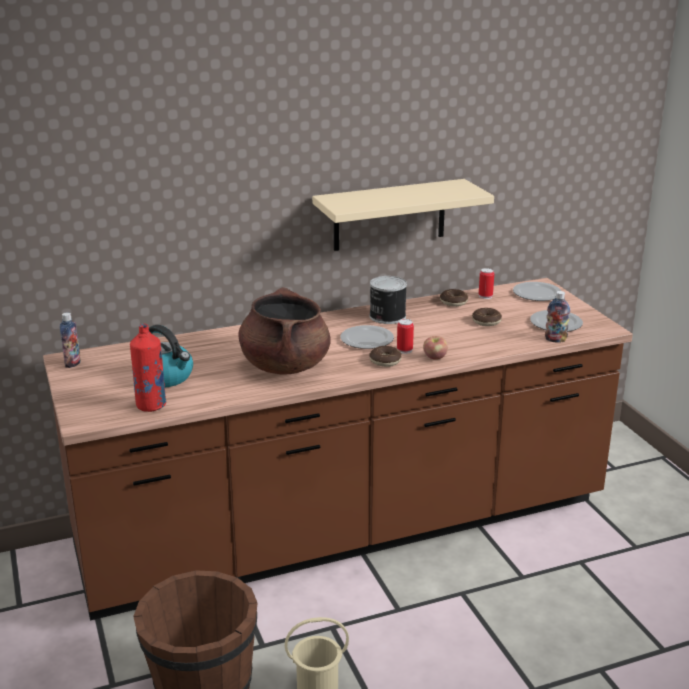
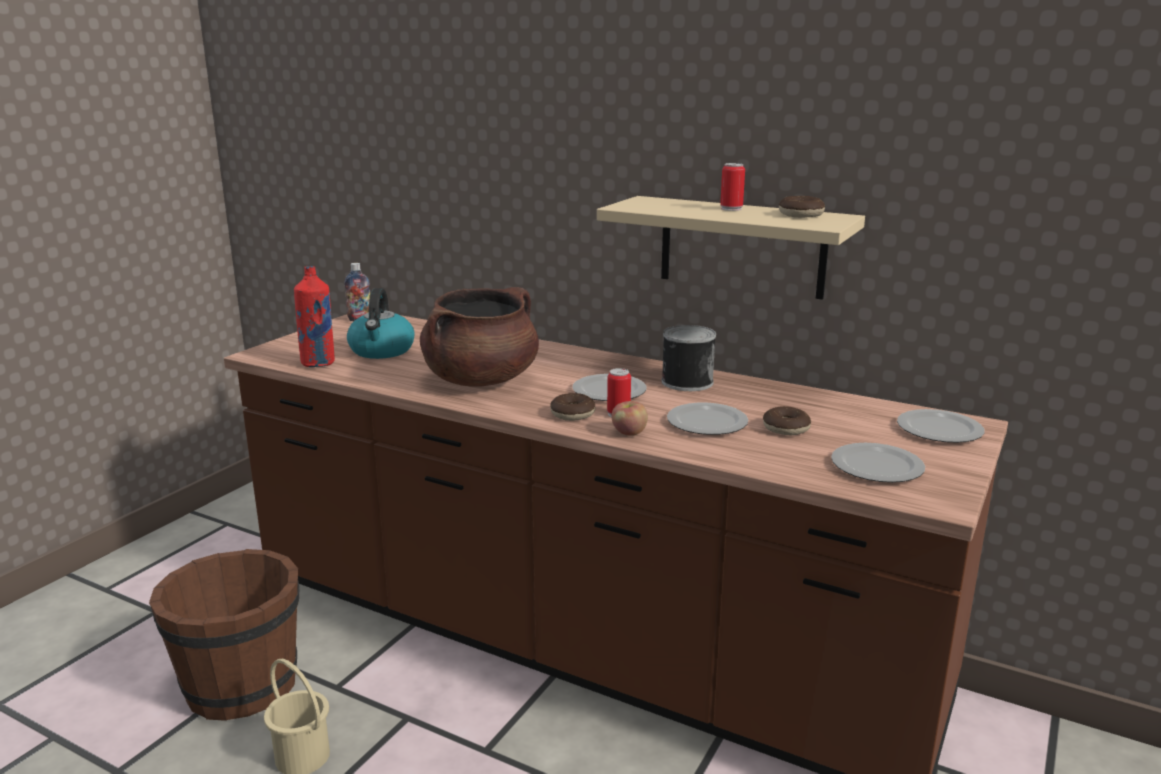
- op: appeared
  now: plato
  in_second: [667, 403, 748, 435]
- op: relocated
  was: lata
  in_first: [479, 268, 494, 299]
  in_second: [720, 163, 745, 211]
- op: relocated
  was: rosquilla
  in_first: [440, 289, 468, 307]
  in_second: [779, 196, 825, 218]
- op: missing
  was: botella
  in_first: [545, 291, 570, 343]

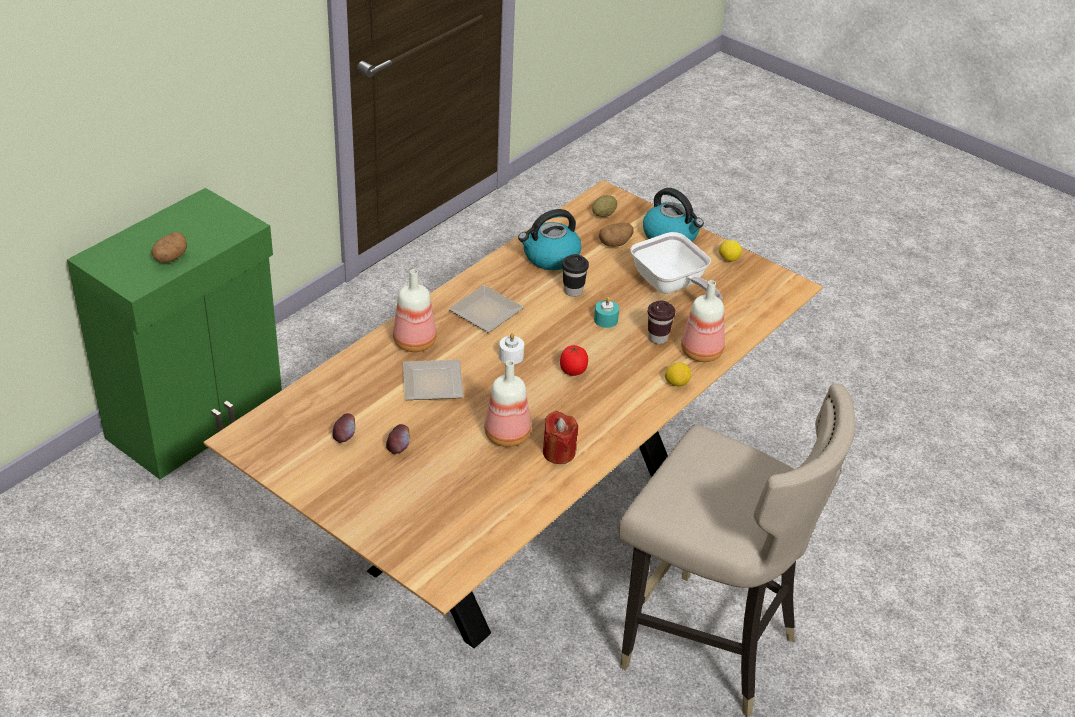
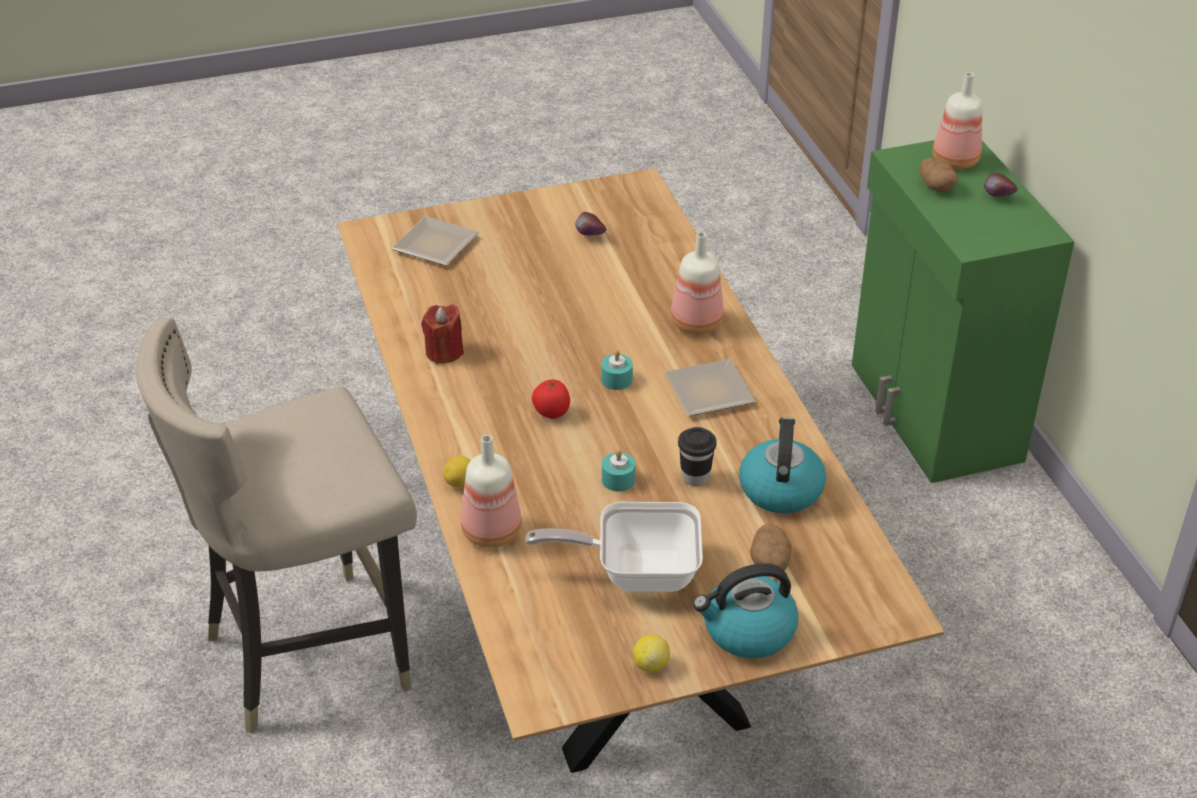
- op: relocated
  was: plato
  in_first: [403, 360, 464, 400]
  in_second: [392, 216, 479, 266]
- op: colour
  was: vela [blanco]
  now: vela [turquesa]
  in_first: [499, 333, 524, 364]
  in_second: [601, 350, 633, 390]
- op: relocated
  was: botella
  in_first: [484, 360, 531, 447]
  in_second: [932, 72, 982, 170]
- op: relocated
  was: manzana
  in_first: [386, 424, 410, 454]
  in_second: [984, 173, 1018, 197]
- op: missing
  was: patata
  in_first: [592, 195, 617, 217]
- op: missing
  was: taza [marrón]
  in_first: [648, 301, 675, 344]

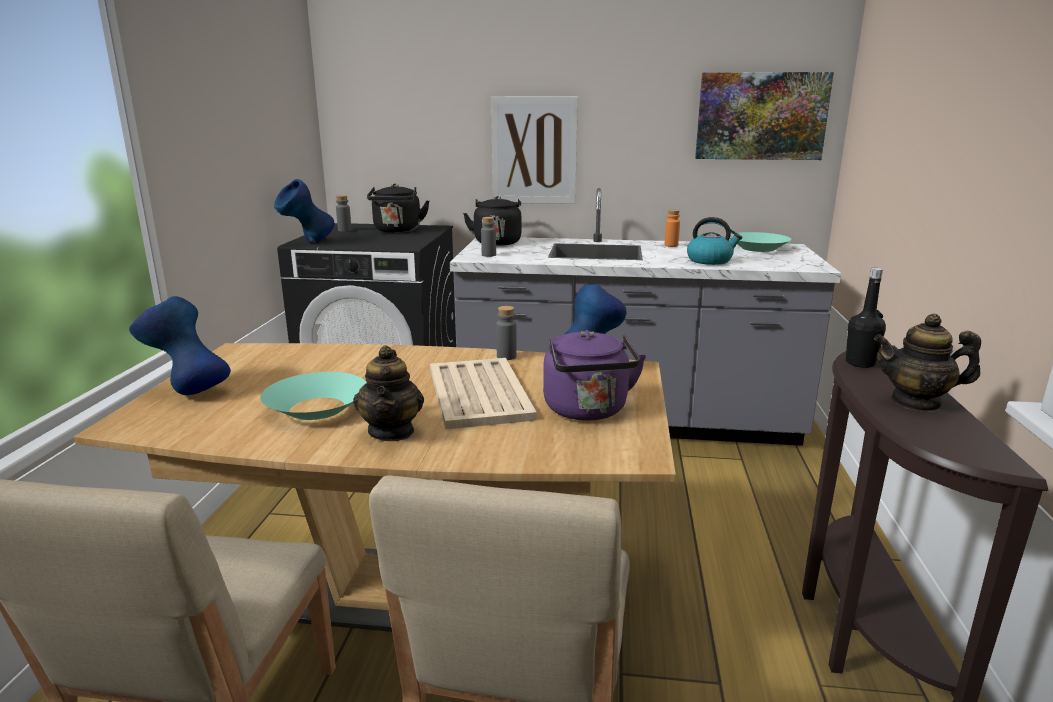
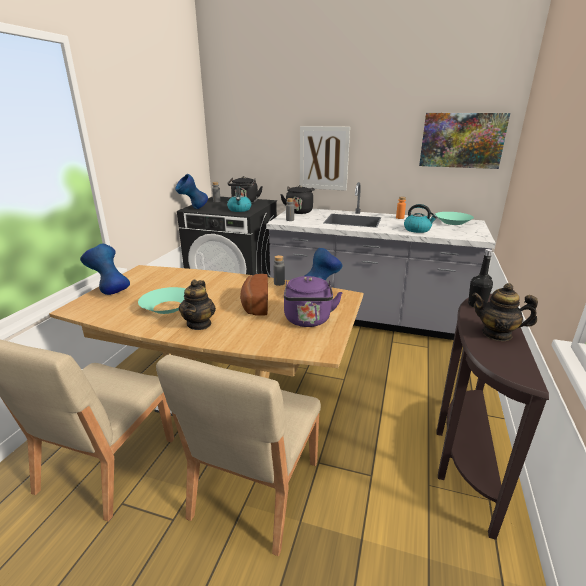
- op: appeared
  now: hervidor
  in_second: [227, 186, 251, 212]
- op: exchanged
  was: bandeja [beis]
  now: pan
  in_first: [430, 358, 537, 429]
  in_second: [240, 274, 268, 316]

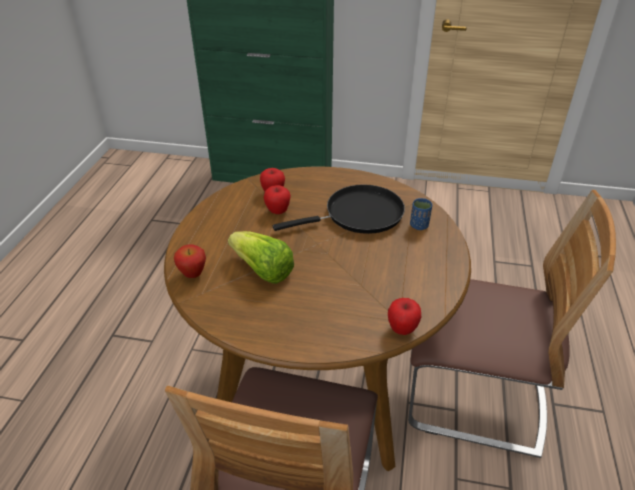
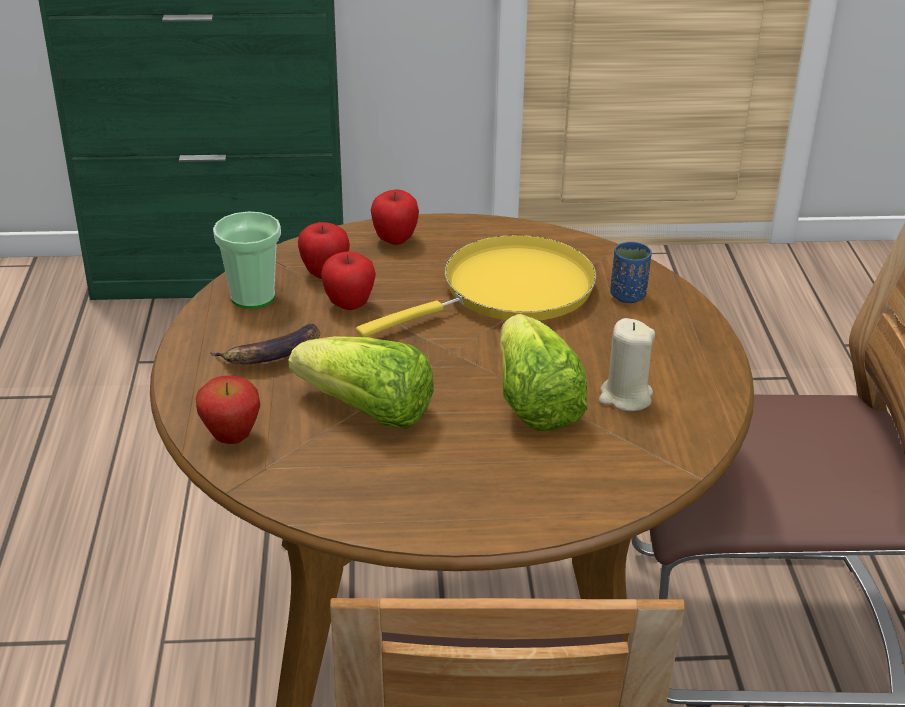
- op: appeared
  now: plátano
  in_second: [210, 324, 320, 364]
- op: appeared
  now: taza
  in_second: [213, 212, 281, 309]
- op: colour
  was: sartén [negro]
  now: sartén [amarillo]
  in_first: [273, 184, 405, 234]
  in_second: [356, 235, 597, 337]
- op: relocated
  was: manzana
  in_first: [388, 298, 421, 335]
  in_second: [371, 189, 419, 245]
- op: appeared
  now: lechuga
  in_second: [500, 314, 587, 431]
- op: appeared
  now: vela [beis]
  in_second: [599, 318, 655, 411]

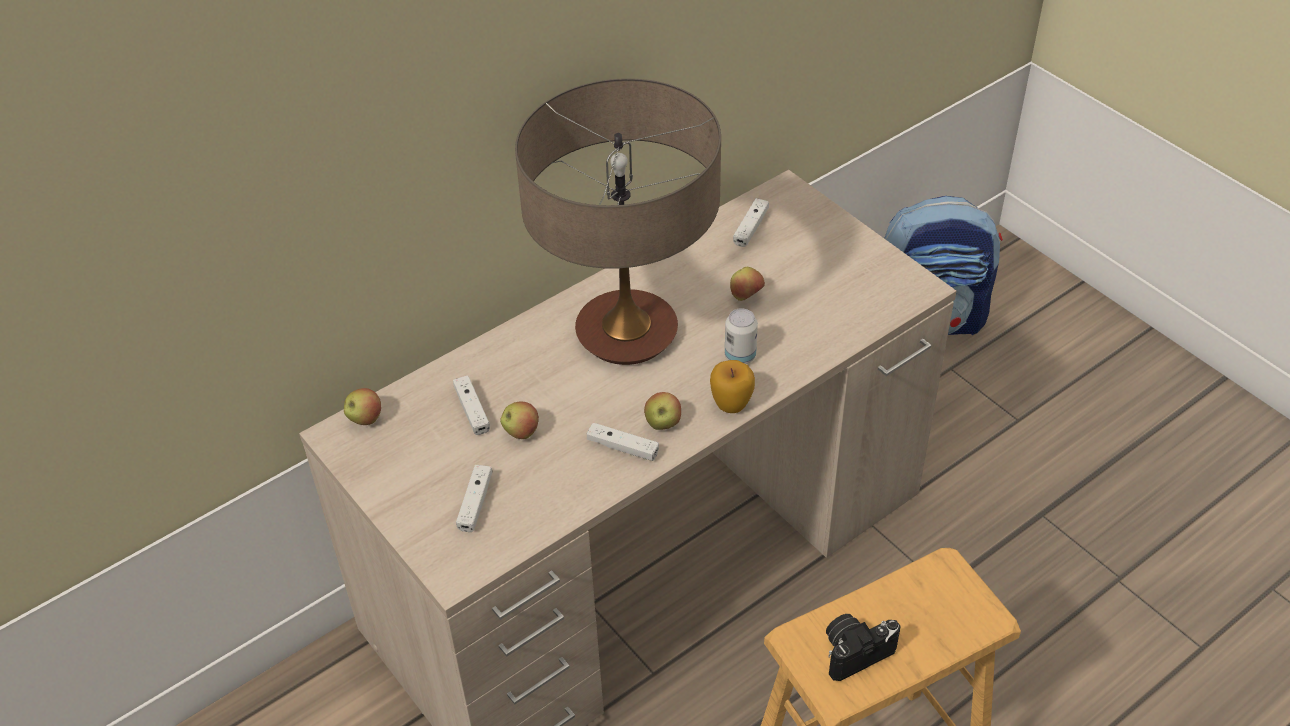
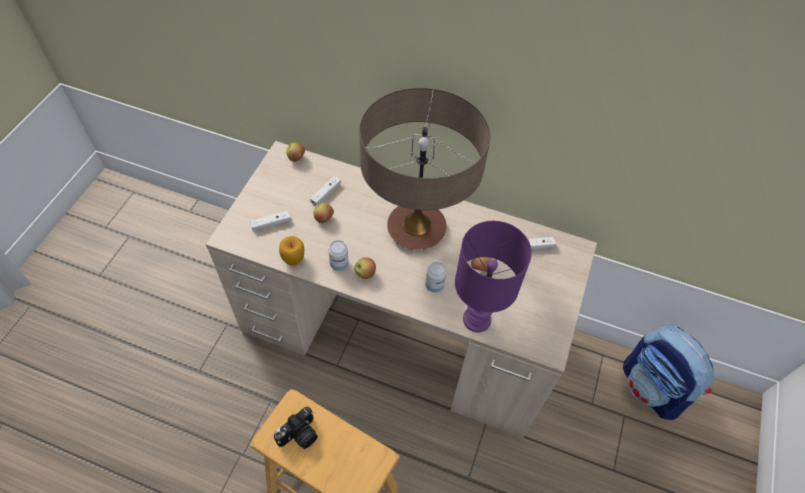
- op: spun
  was: cámara
  in_first: [826, 614, 901, 681]
  in_second: [274, 407, 318, 449]
  clockwise: 105
- op: relocated
  was: manzana
  in_first: [710, 360, 755, 413]
  in_second: [279, 236, 304, 266]
- op: exchanged
  was: mando de consola [blanco]
  now: lata
  in_first: [587, 423, 659, 461]
  in_second: [328, 240, 349, 271]
- op: appeared
  now: lámpara de mesa [morado]
  in_second: [455, 221, 532, 332]

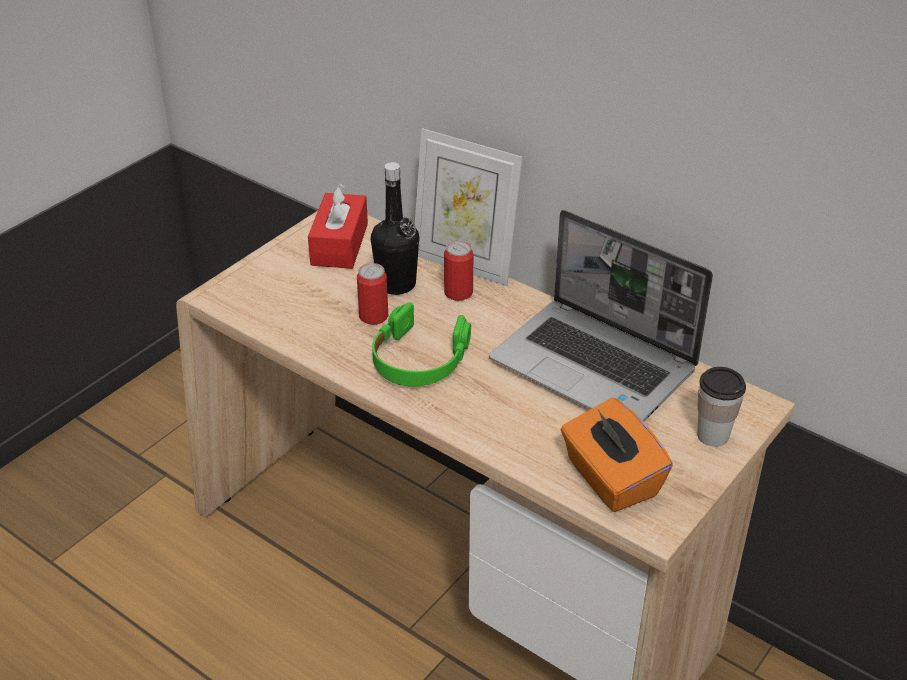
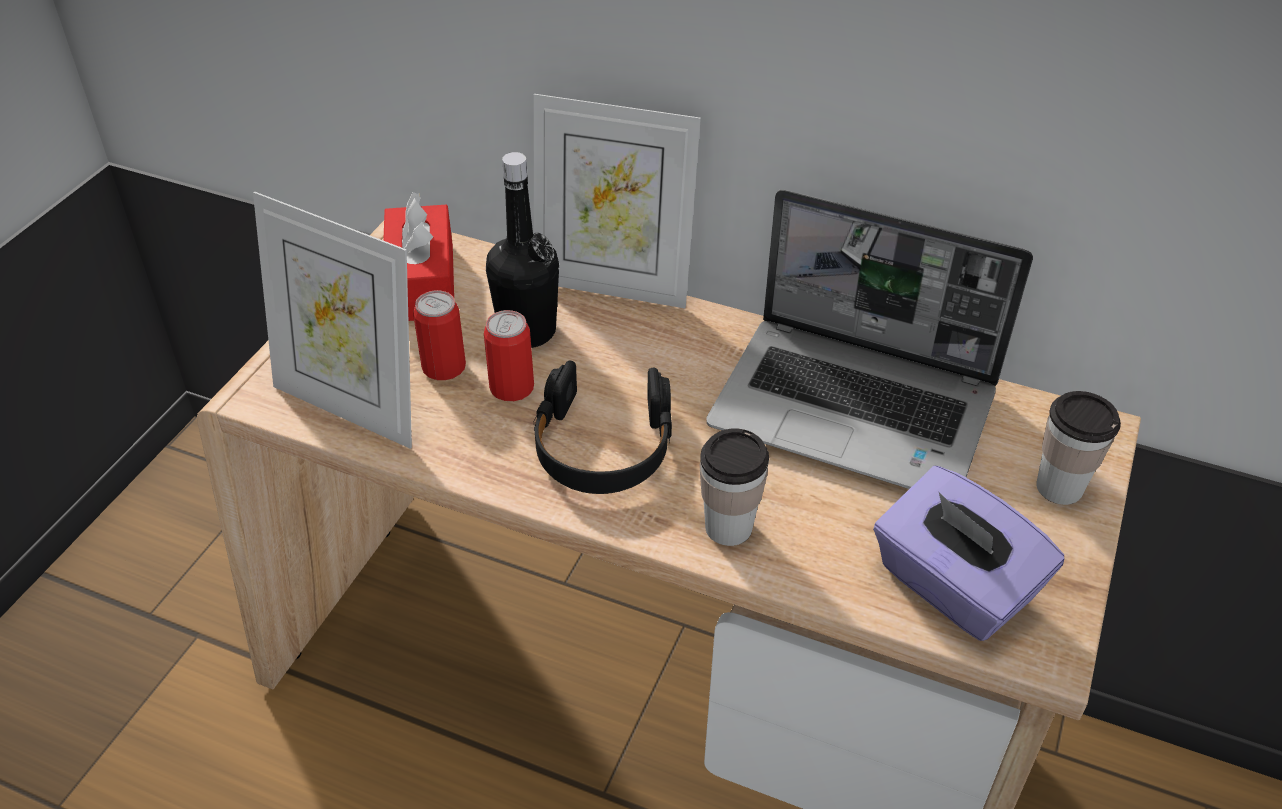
- op: appeared
  now: portarretratos
  in_second: [253, 192, 412, 449]
- op: relocated
  was: lata
  in_first: [444, 240, 473, 301]
  in_second: [413, 290, 466, 380]
- op: colour
  was: auriculares [verde]
  now: auriculares [negro]
  in_first: [372, 302, 471, 387]
  in_second: [534, 361, 672, 494]
- op: appeared
  now: taza
  in_second: [700, 429, 769, 546]
- op: colour
  was: caja de pañuelos [naranja]
  now: caja de pañuelos [morado]
  in_first: [561, 398, 673, 512]
  in_second: [873, 466, 1064, 641]

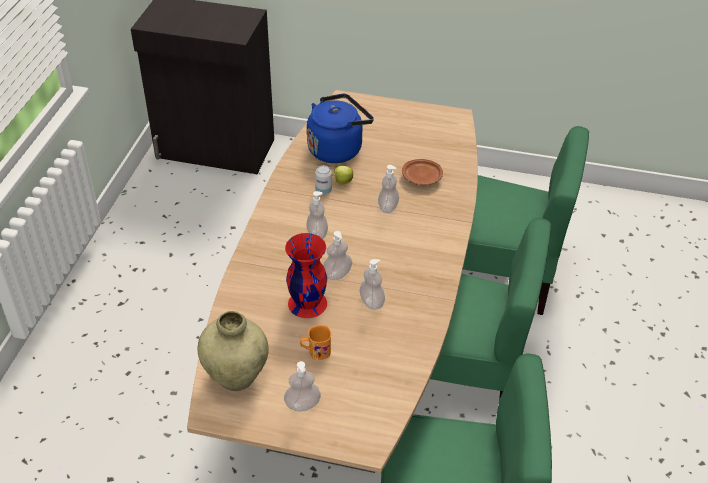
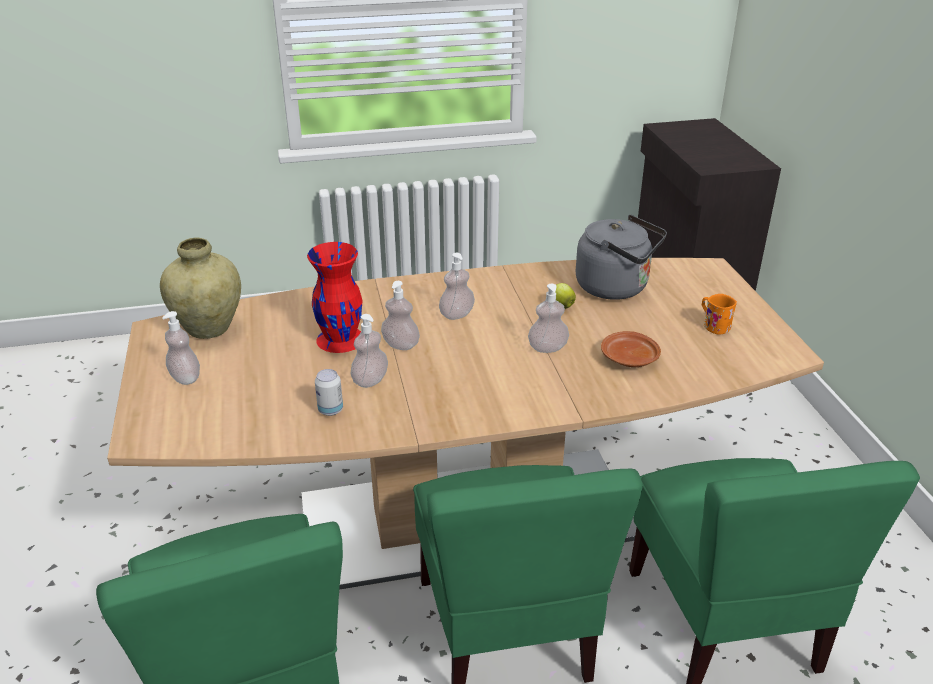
- op: relocated
  was: lata
  in_first: [315, 165, 332, 195]
  in_second: [315, 369, 343, 416]
- op: colour
  was: hervidor [azul]
  now: hervidor [gris]
  in_first: [307, 93, 374, 163]
  in_second: [576, 215, 667, 300]
- op: relocated
  was: taza grande [naranja]
  in_first: [300, 325, 331, 360]
  in_second: [702, 294, 737, 335]

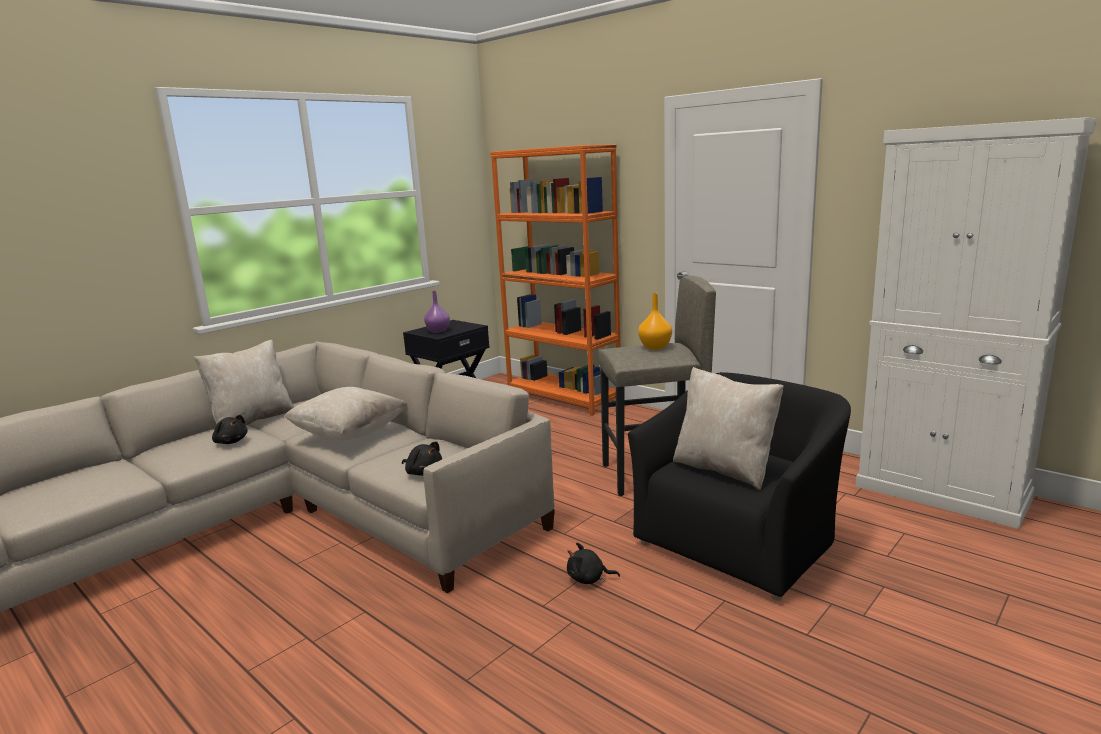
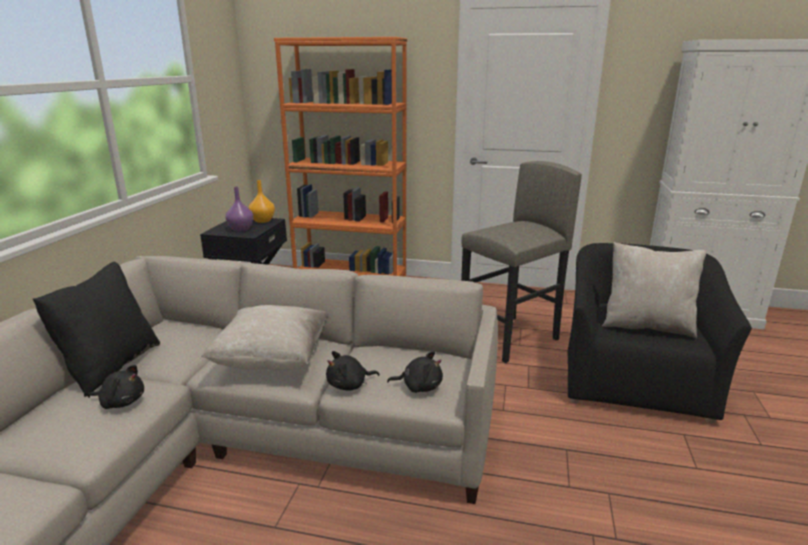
- op: colour
  was: cojín [beis]
  now: cojín [negro]
  in_first: [194, 340, 294, 425]
  in_second: [33, 262, 160, 397]
- op: relocated
  was: florero [naranja]
  in_first: [638, 293, 672, 350]
  in_second: [249, 180, 275, 223]
- op: relocated
  was: peluche [negro]
  in_first: [567, 542, 620, 584]
  in_second: [326, 351, 379, 391]

